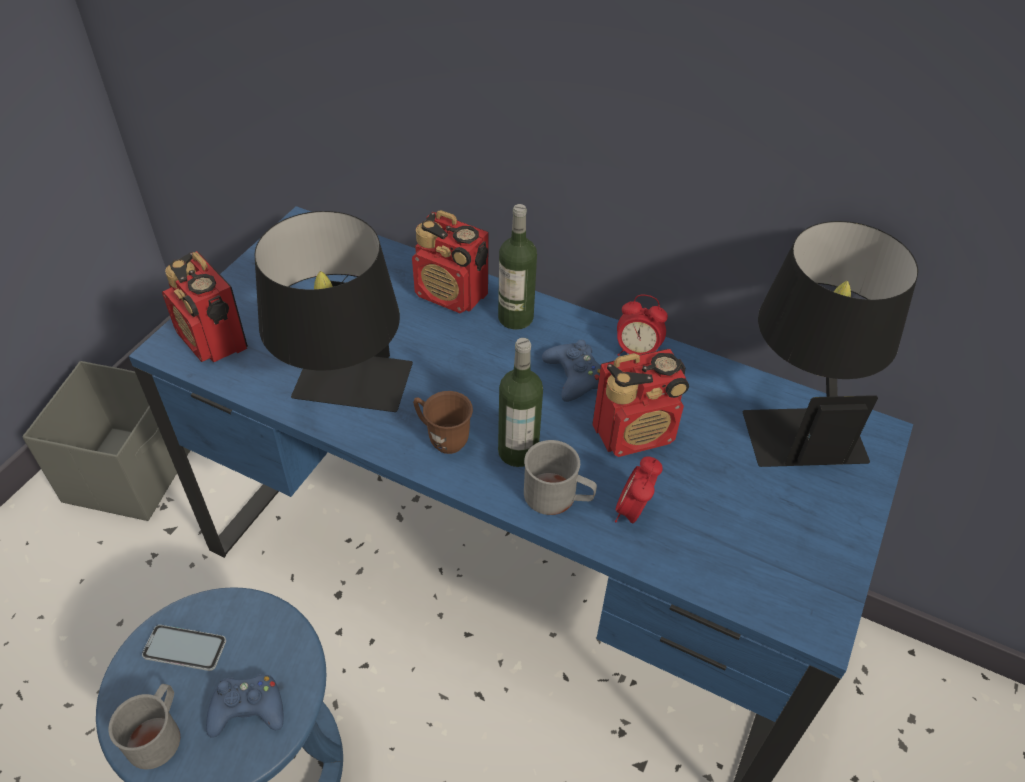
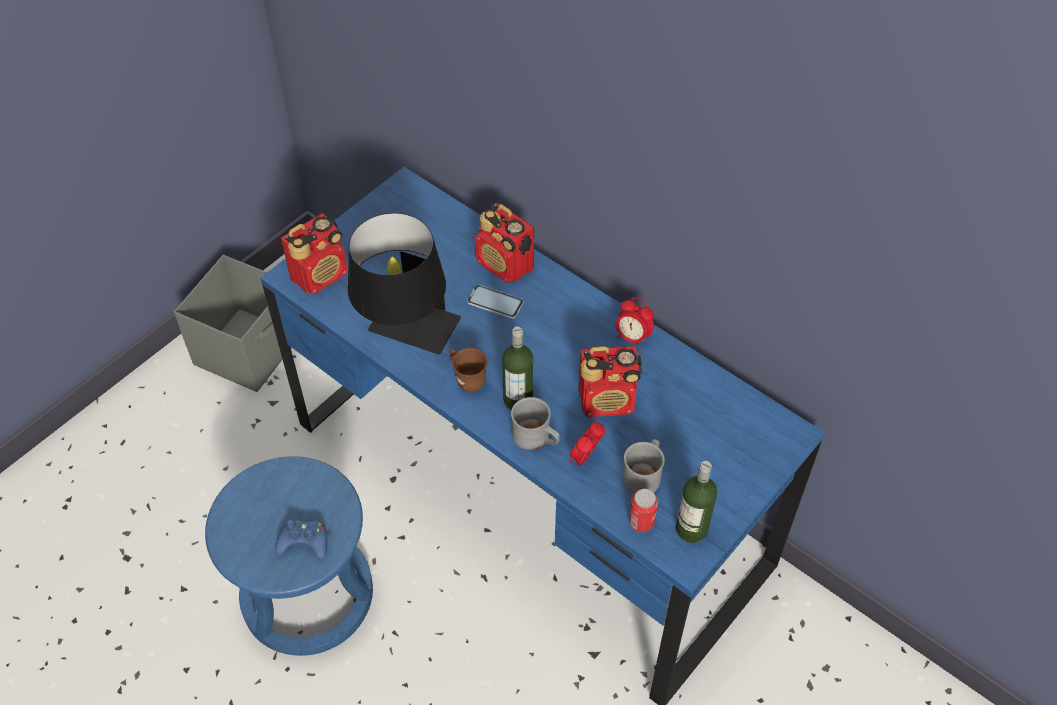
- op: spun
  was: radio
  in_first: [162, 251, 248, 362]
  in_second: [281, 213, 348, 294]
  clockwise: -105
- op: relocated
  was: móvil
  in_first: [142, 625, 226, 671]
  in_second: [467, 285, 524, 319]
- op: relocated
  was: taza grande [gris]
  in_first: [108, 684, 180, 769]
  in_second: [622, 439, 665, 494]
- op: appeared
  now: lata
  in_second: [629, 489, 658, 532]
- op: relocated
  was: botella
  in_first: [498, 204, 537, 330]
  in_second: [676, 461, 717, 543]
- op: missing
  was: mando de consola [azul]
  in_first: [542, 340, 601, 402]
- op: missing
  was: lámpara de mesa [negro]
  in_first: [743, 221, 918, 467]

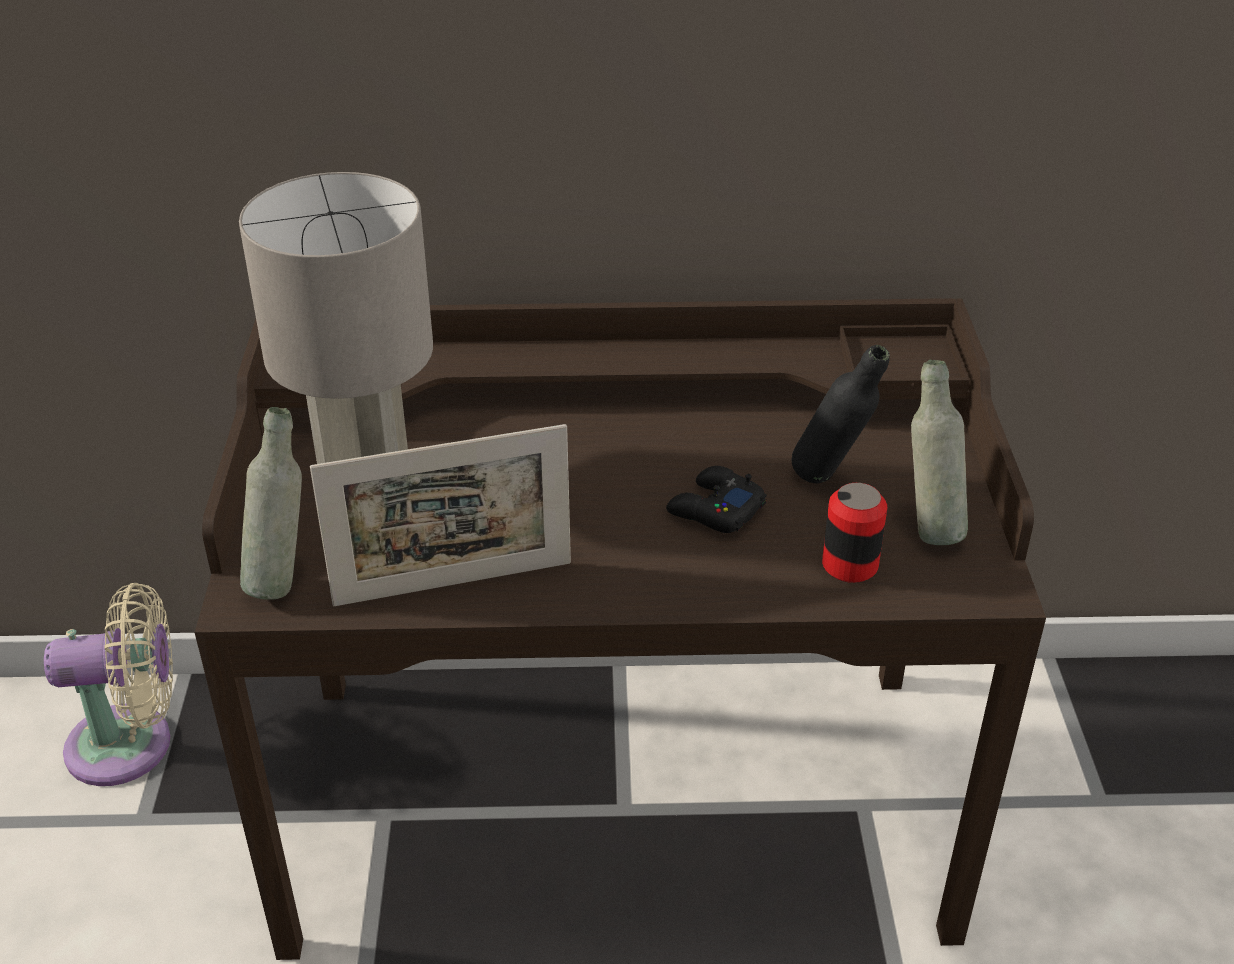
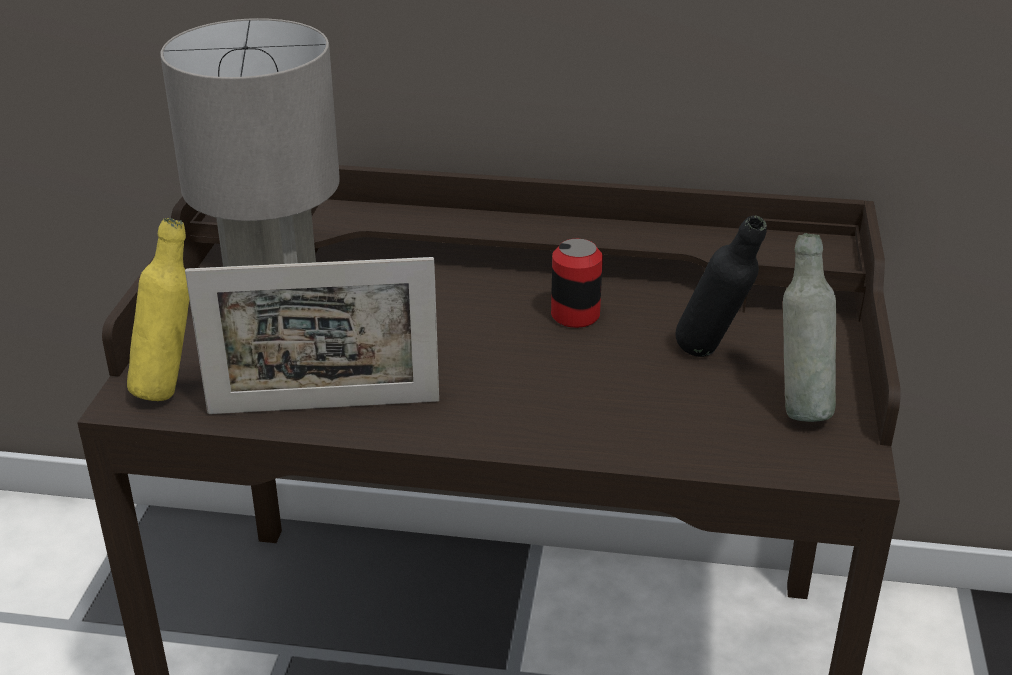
- op: colour
  was: botella [gris]
  now: botella [amarillo]
  in_first: [240, 407, 302, 600]
  in_second: [127, 218, 189, 401]
- op: relocated
  was: lata
  in_first: [822, 483, 887, 583]
  in_second: [551, 239, 603, 328]
- op: missing
  was: ventilador [beis]
  in_first: [44, 583, 173, 786]
- op: missing
  was: mando de consola [negro]
  in_first: [666, 466, 767, 533]

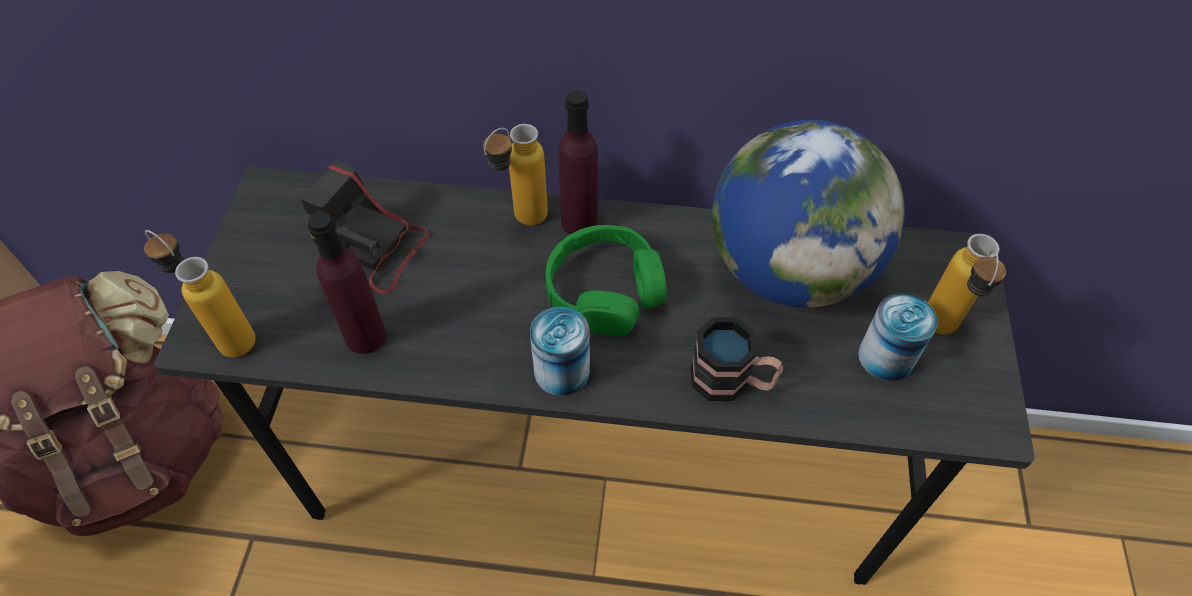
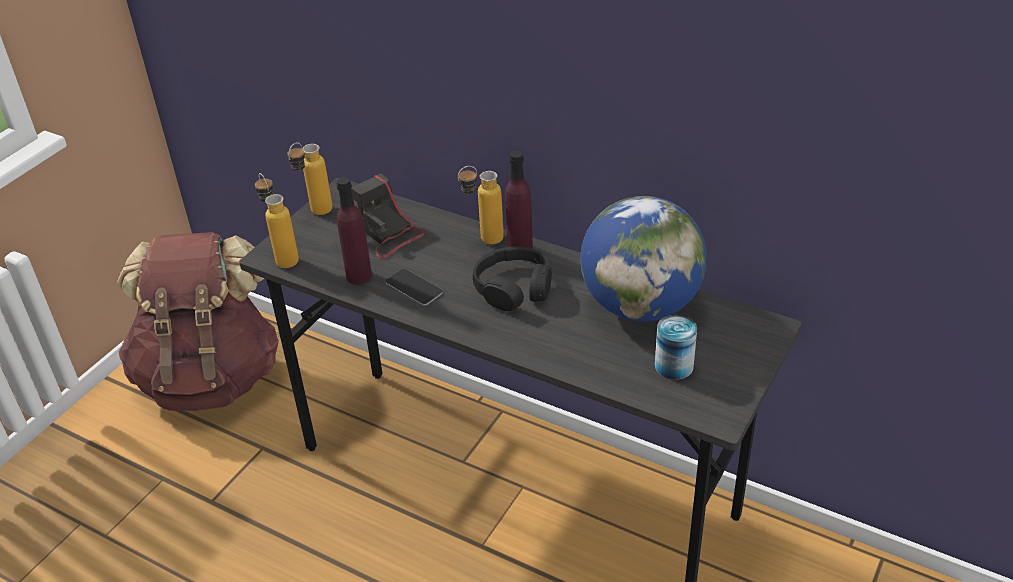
- op: relocated
  was: botella
  in_first: [928, 234, 1006, 334]
  in_second: [287, 142, 333, 215]
- op: appeared
  now: móvil
  in_second: [385, 269, 443, 306]
- op: colour
  was: auriculares [verde]
  now: auriculares [negro]
  in_first: [545, 225, 667, 336]
  in_second: [473, 246, 552, 311]
- op: missing
  was: lata
  in_first: [530, 307, 590, 396]
- op: missing
  was: taza grande
  in_first: [691, 317, 783, 401]

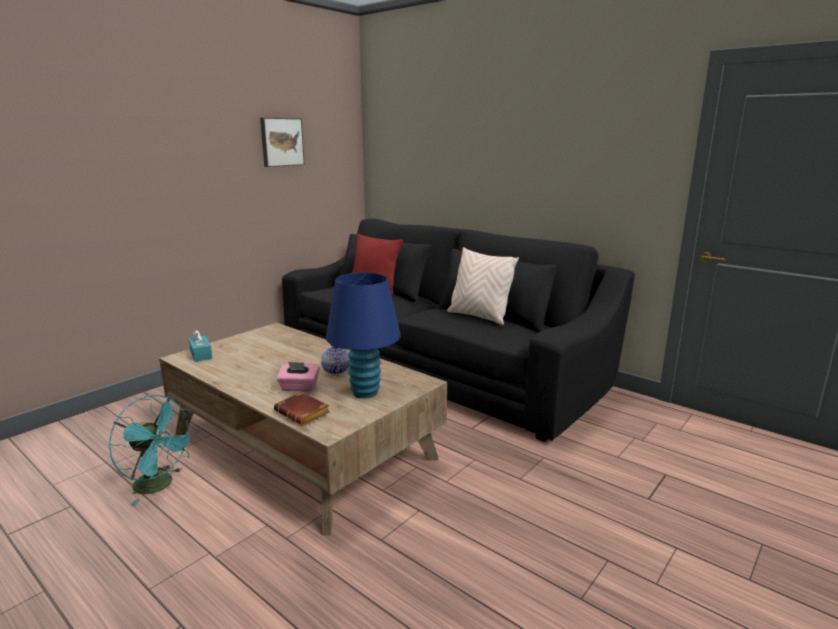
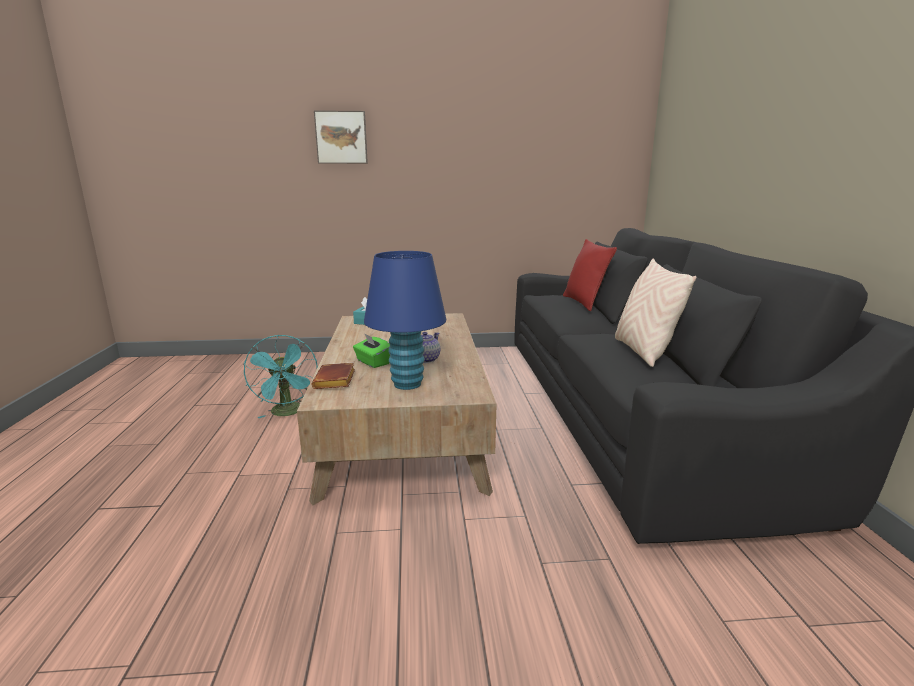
- op: relocated
  was: cuadro
  in_first: [260, 118, 305, 167]
  in_second: [314, 110, 368, 164]
- op: colour
  was: caja de pañuelos [rosa]
  now: caja de pañuelos [verde]
  in_first: [277, 362, 319, 392]
  in_second: [353, 333, 390, 368]

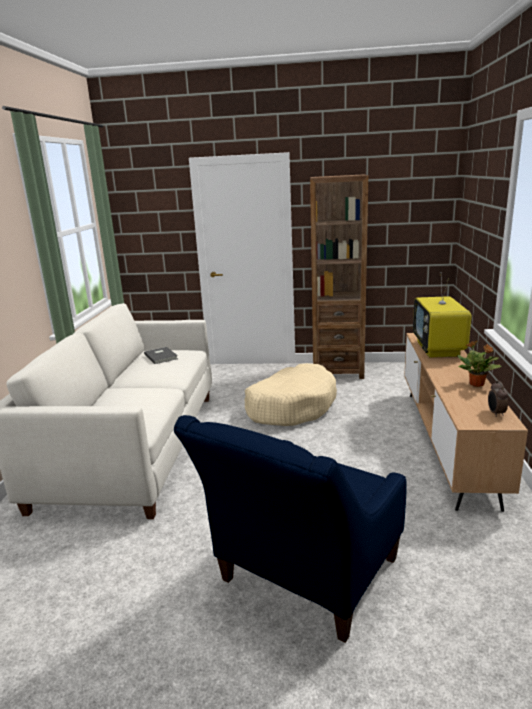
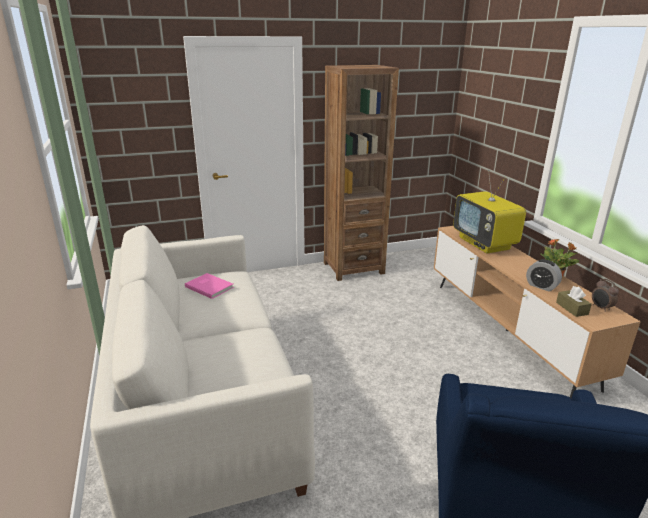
- op: colour
  was: libro [gris]
  now: libro [rosa]
  in_first: [144, 347, 178, 364]
  in_second: [185, 273, 234, 299]
- op: appeared
  now: despertador
  in_second: [526, 259, 562, 291]
- op: appeared
  now: caja de pañuelos [marrón]
  in_second: [556, 286, 592, 317]
- op: missing
  was: cama para perro [beis]
  in_first: [245, 363, 337, 426]

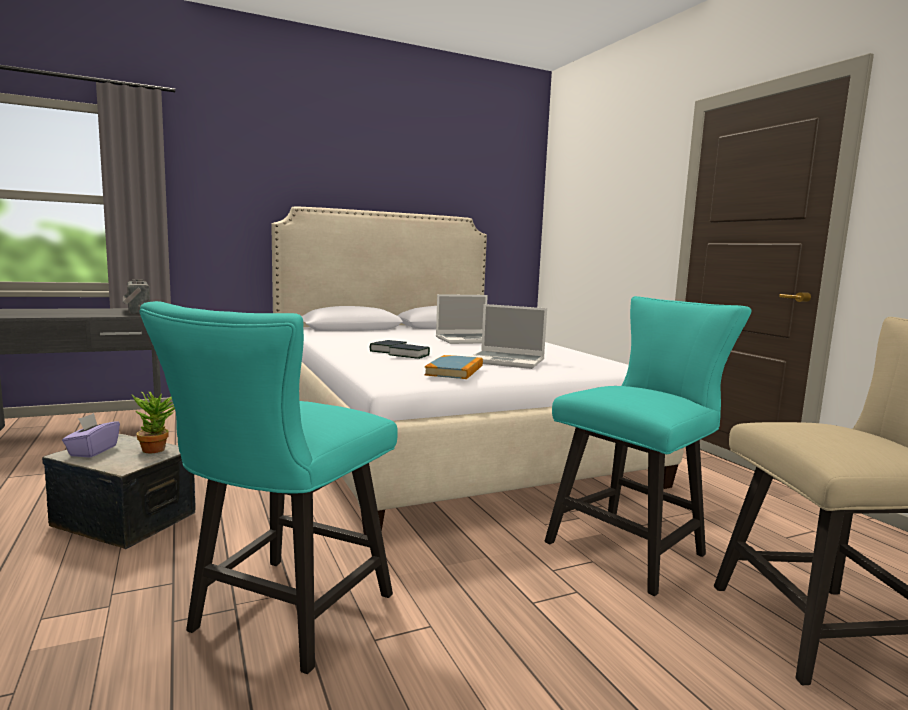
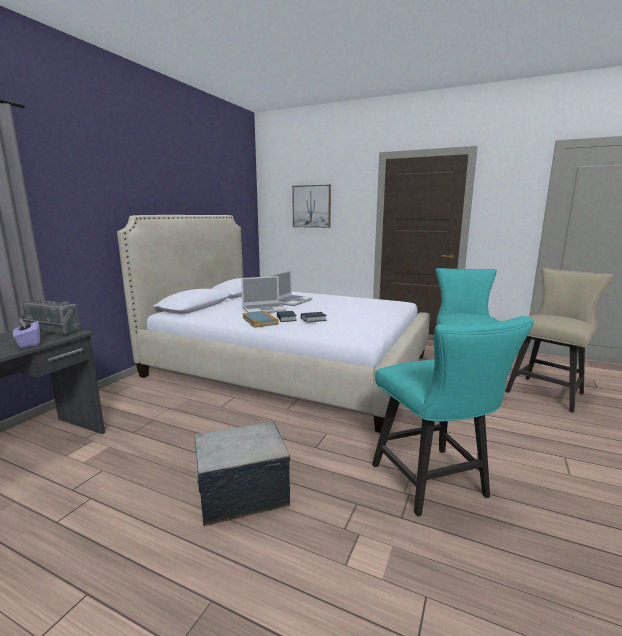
- op: relocated
  was: caja de pañuelos [morado]
  in_first: [62, 413, 120, 458]
  in_second: [13, 318, 40, 348]
- op: relocated
  was: portátil
  in_first: [470, 304, 547, 369]
  in_second: [241, 276, 287, 313]
- op: relocated
  was: libro
  in_first: [424, 355, 483, 379]
  in_second: [242, 311, 279, 328]
- op: appeared
  now: cuadro
  in_second: [292, 185, 331, 228]
- op: missing
  was: planta en maceta
  in_first: [132, 392, 175, 453]

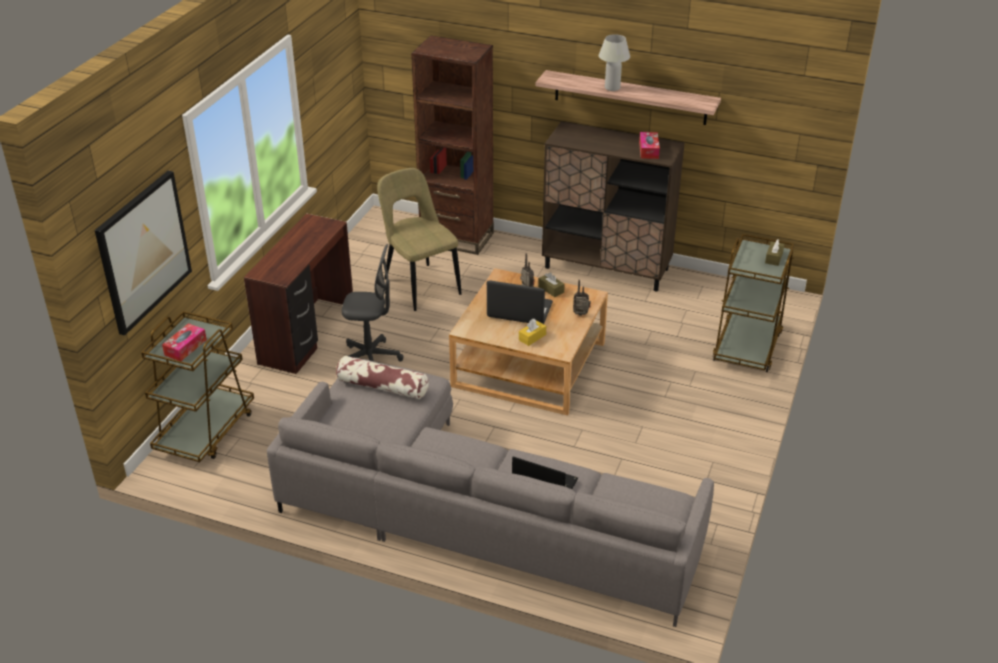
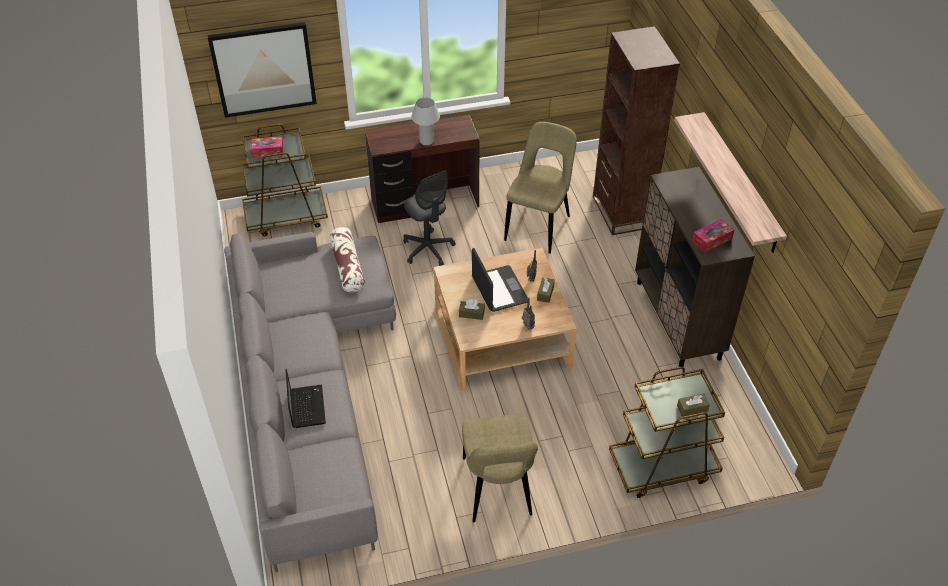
- op: relocated
  was: lámpara de mesa [blanco]
  in_first: [599, 34, 630, 91]
  in_second: [411, 97, 440, 145]
- op: colour
  was: caja de pañuelos [amarillo]
  now: caja de pañuelos [marrón]
  in_first: [519, 319, 546, 346]
  in_second: [459, 299, 485, 320]
- op: appeared
  now: silla [beis]
  in_second: [462, 414, 538, 522]

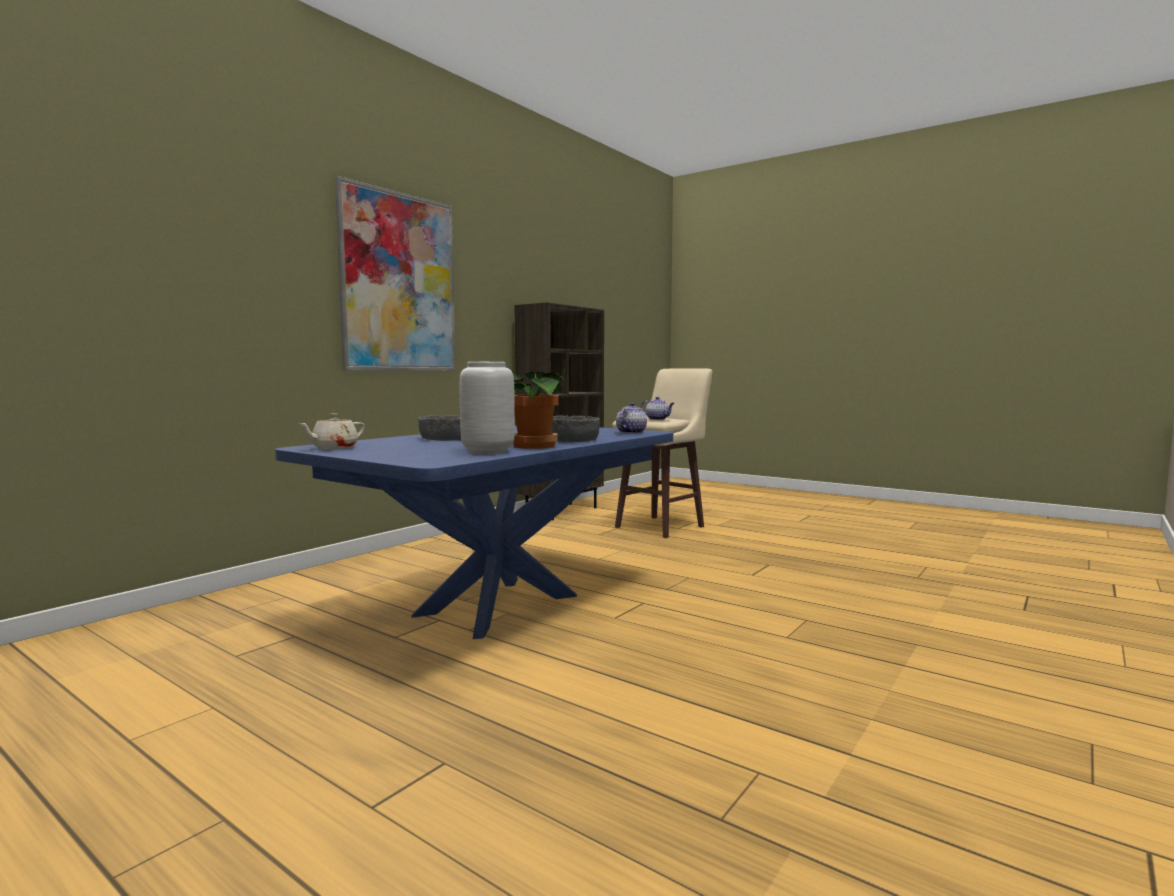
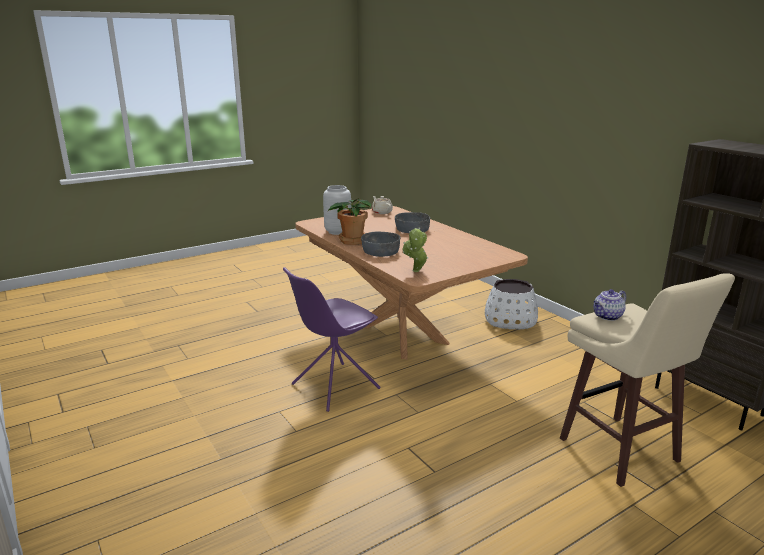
- op: appeared
  now: silla [morado]
  in_second: [283, 267, 381, 412]
- op: colour
  was: mesa de comedor [azul]
  now: mesa de comedor [marrón]
  in_first: [275, 425, 673, 639]
  in_second: [295, 206, 528, 359]
- op: exchanged
  was: tetera
  now: planta en maceta
  in_first: [616, 402, 647, 434]
  in_second: [402, 228, 428, 272]
- op: appeared
  now: maceta [blanco]
  in_second: [485, 279, 538, 329]
- op: missing
  was: cuadro
  in_first: [335, 176, 456, 371]

